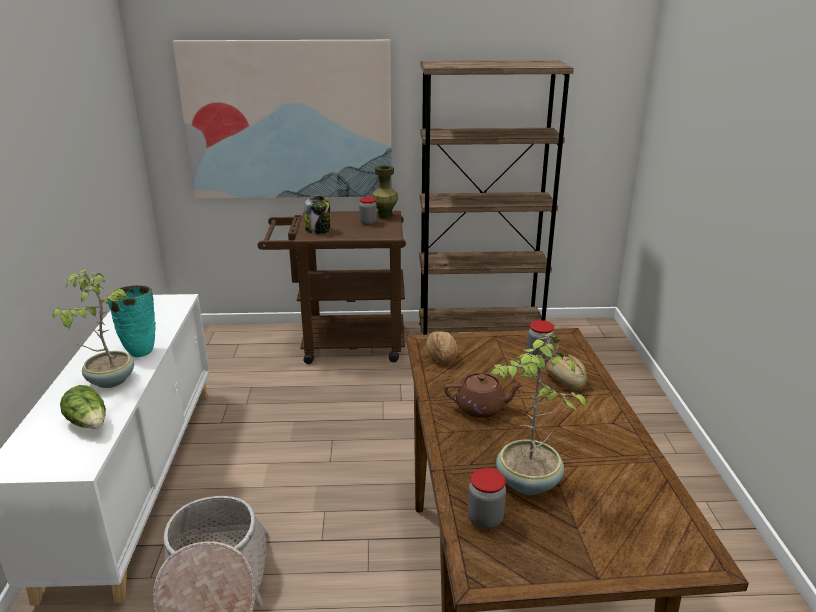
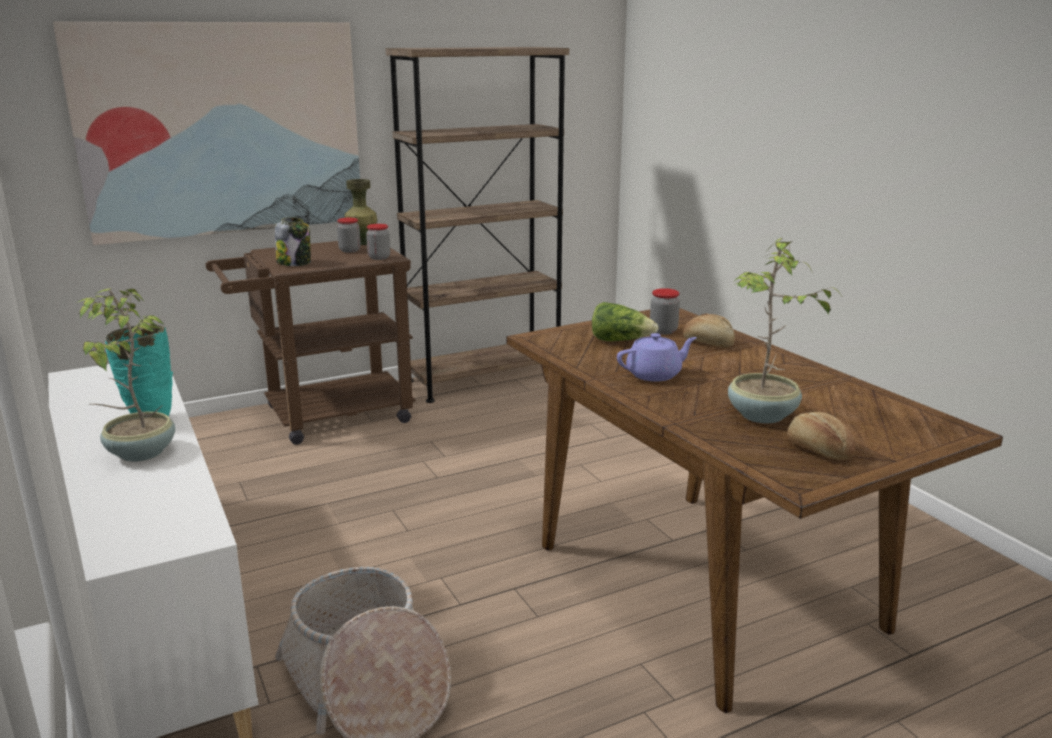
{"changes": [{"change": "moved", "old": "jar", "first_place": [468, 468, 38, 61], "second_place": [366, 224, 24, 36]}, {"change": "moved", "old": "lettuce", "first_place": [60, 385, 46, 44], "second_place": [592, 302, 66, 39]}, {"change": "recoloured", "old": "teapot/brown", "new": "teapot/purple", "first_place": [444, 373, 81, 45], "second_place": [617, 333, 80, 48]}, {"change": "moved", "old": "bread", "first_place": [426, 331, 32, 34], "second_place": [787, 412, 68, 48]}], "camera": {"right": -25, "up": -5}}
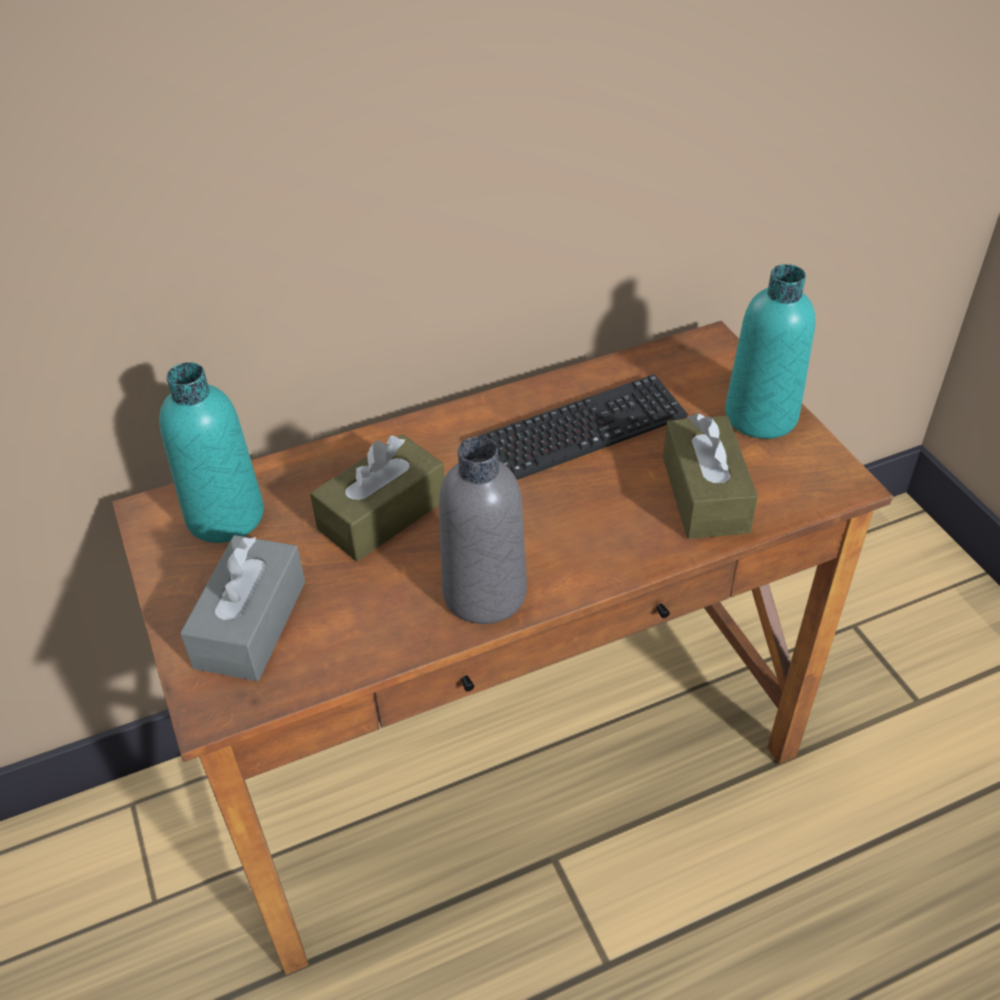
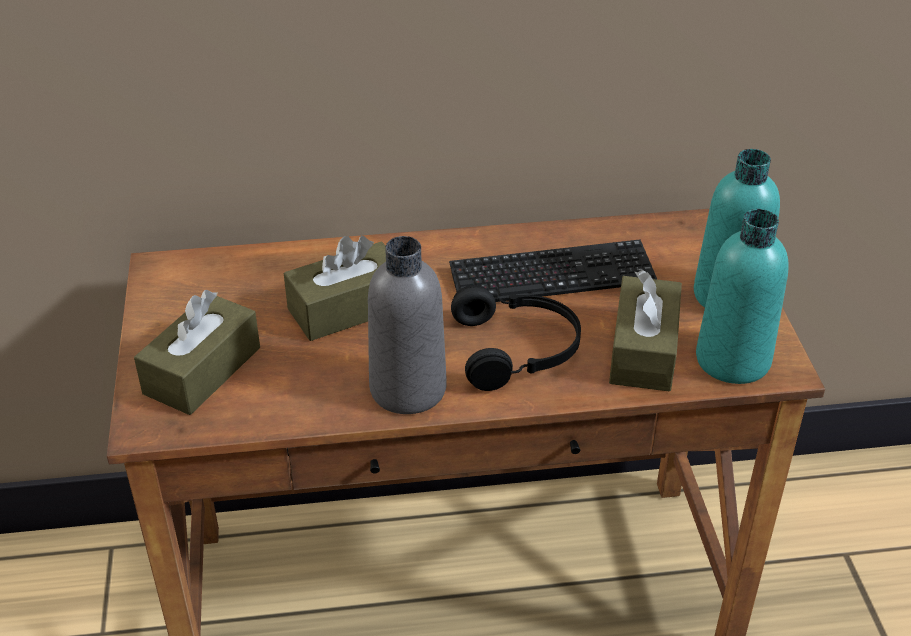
{"changes": [{"change": "recoloured", "old": "tissue box/grey", "new": "tissue box/brown", "first_place": [180, 535, 125, 146], "second_place": [134, 290, 126, 125]}, {"change": "added", "new": "headphones/black", "second_place": [451, 285, 130, 106]}, {"change": "moved", "old": "bottle/turquoise", "first_place": [159, 362, 105, 181], "second_place": [696, 209, 93, 175]}], "camera": {"right": 15, "up": -5}}
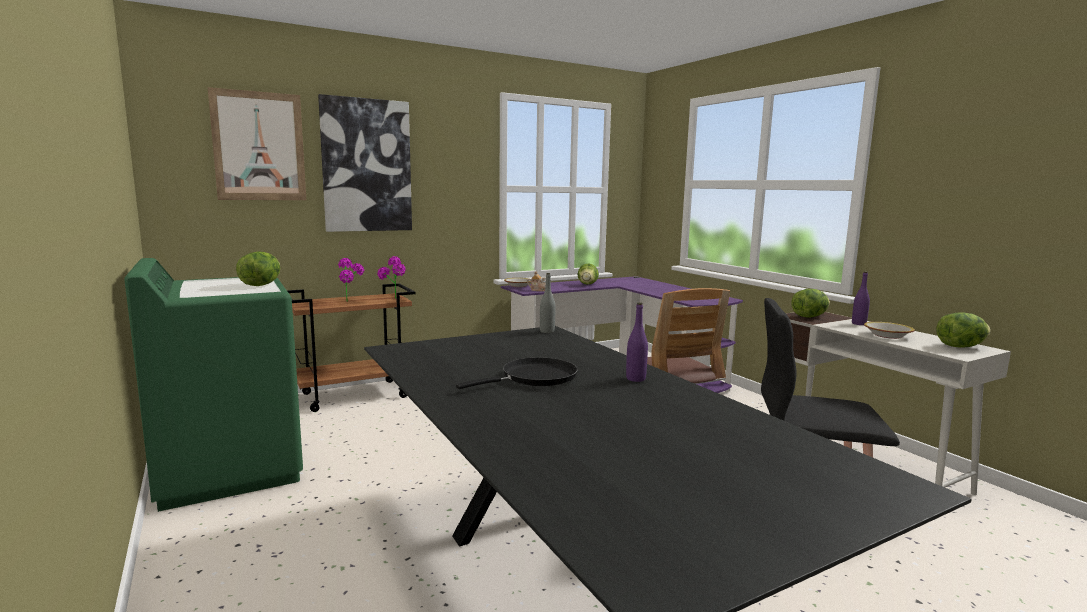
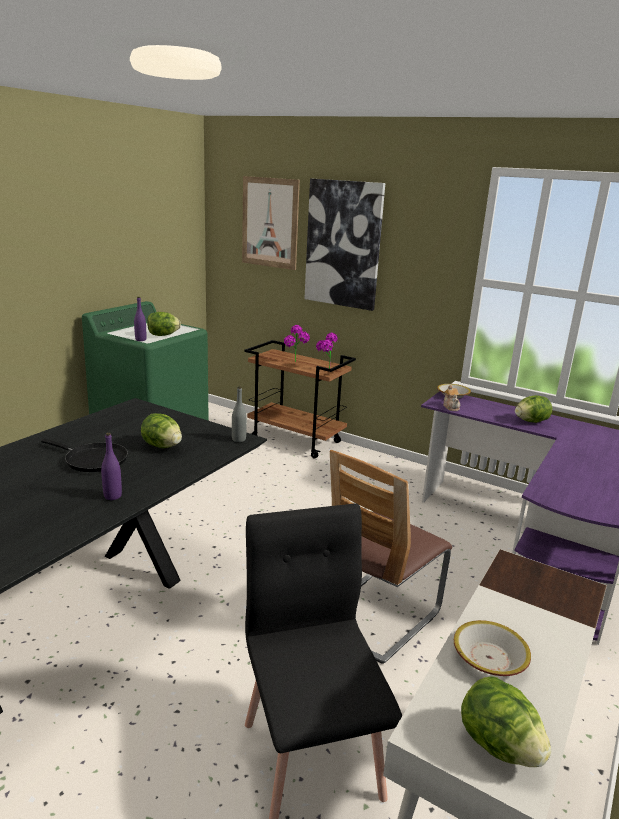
{"changes": [{"change": "moved", "old": "bottle/purple", "first_place": [852, 271, 18, 54], "second_place": [134, 297, 12, 44]}, {"change": "moved", "old": "lettuce", "first_place": [791, 289, 39, 28], "second_place": [141, 413, 41, 35]}], "camera": {"right": 60, "up": 10}}
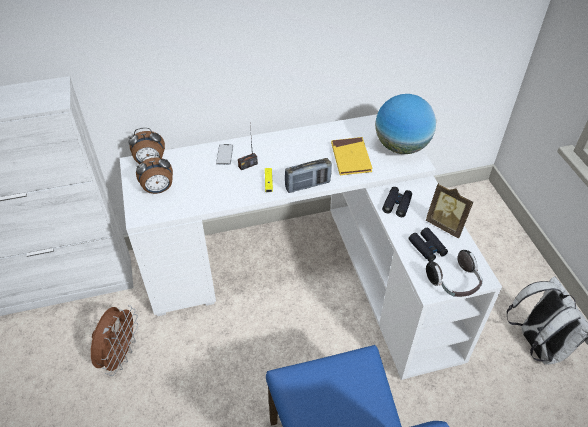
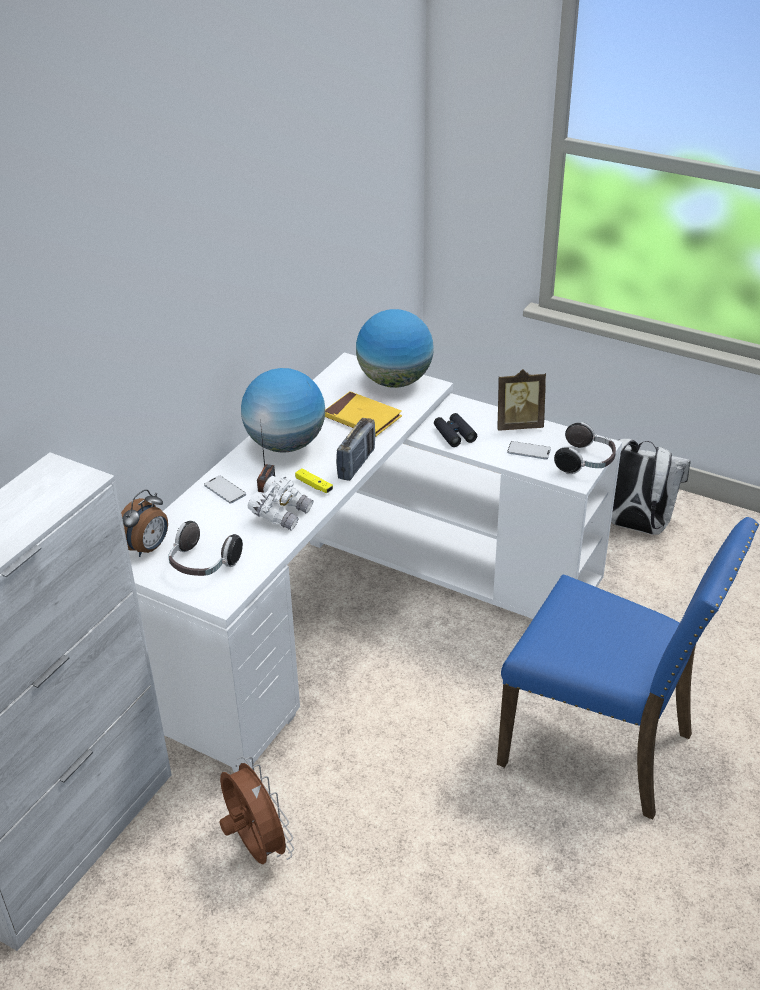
{"changes": [{"change": "replaced", "old": "alarm clock", "new": "headphones", "first_place": [136, 155, 37, 39], "second_place": [168, 521, 75, 55]}, {"change": "added", "new": "globe", "second_place": [241, 368, 84, 85]}, {"change": "added", "new": "binoculars/white", "second_place": [247, 475, 66, 55]}, {"change": "replaced", "old": "binoculars/black", "new": "phone", "first_place": [408, 227, 40, 35], "second_place": [507, 441, 44, 18]}], "camera": {"right": -45, "up": -10}}
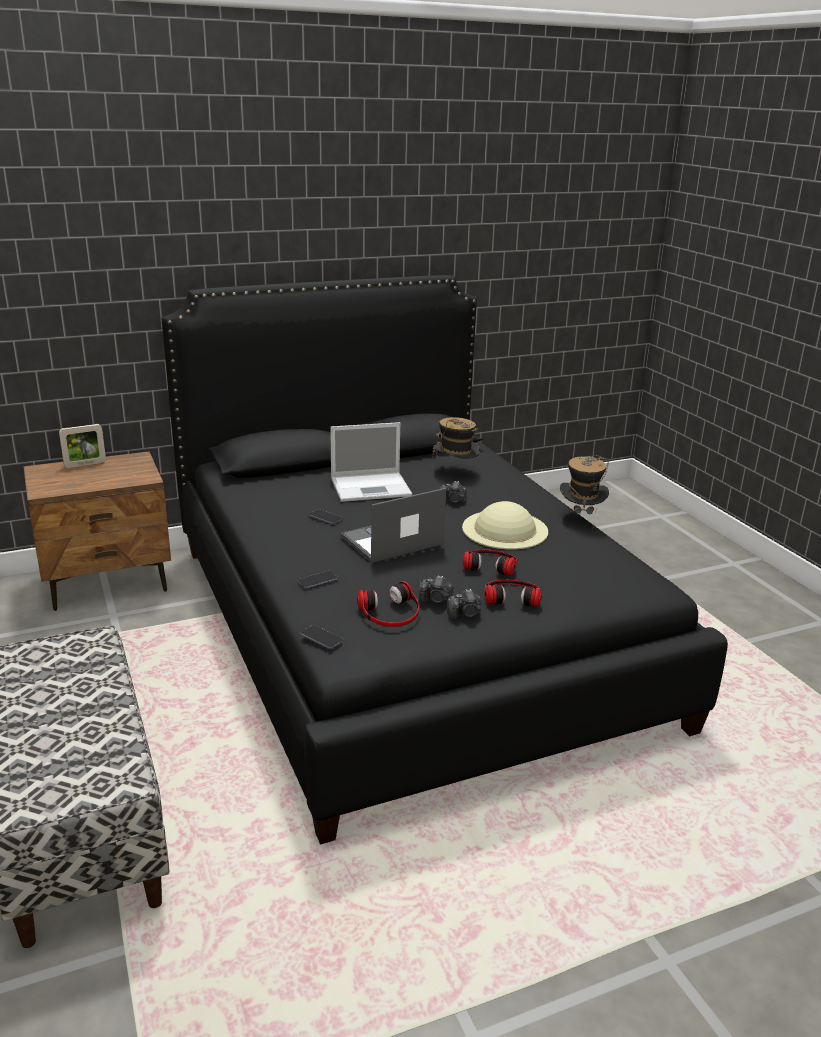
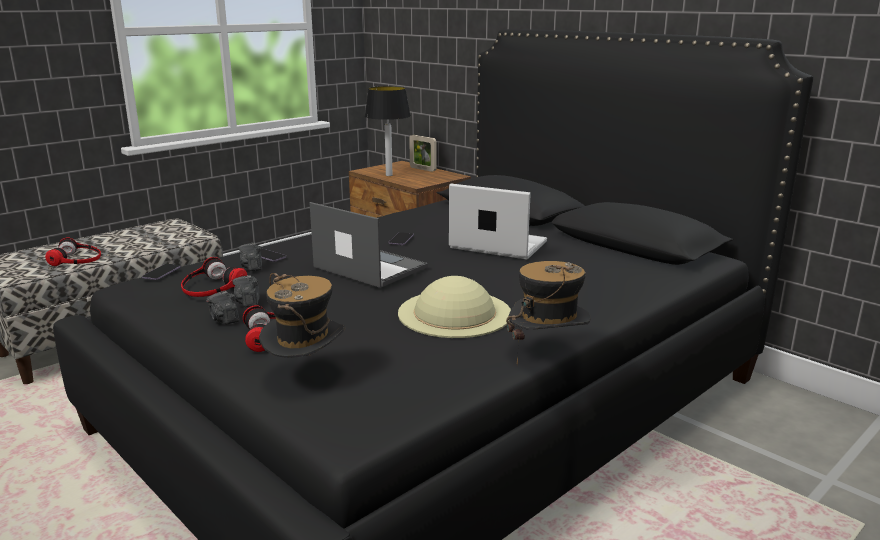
{"changes": [{"change": "moved", "old": "headphones", "first_place": [463, 550, 54, 26], "second_place": [45, 237, 56, 29]}, {"change": "moved", "old": "photo camera", "first_place": [440, 481, 27, 22], "second_place": [239, 243, 23, 28]}, {"change": "moved", "old": "hat", "first_place": [433, 417, 46, 42], "second_place": [259, 273, 86, 85]}, {"change": "added", "new": "table lamp", "second_place": [365, 86, 46, 90]}, {"change": "turned", "old": "laptop", "first_place": [330, 422, 82, 80], "second_place": [449, 184, 98, 76], "degrees": 150}], "camera": {"right": 70, "up": -5}}
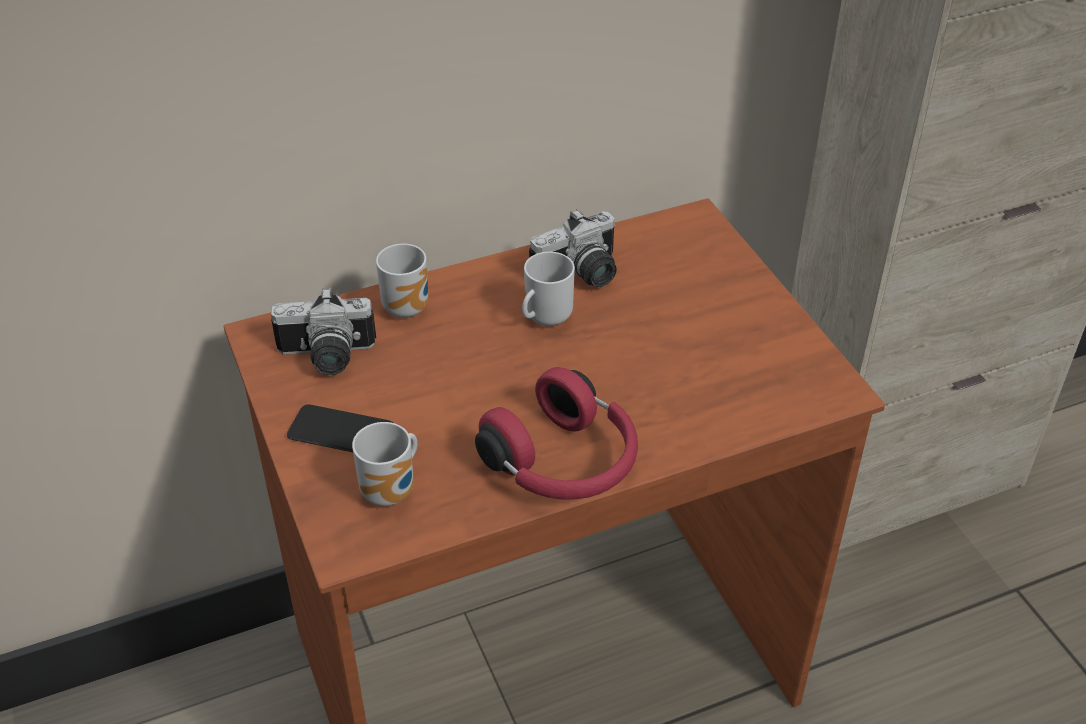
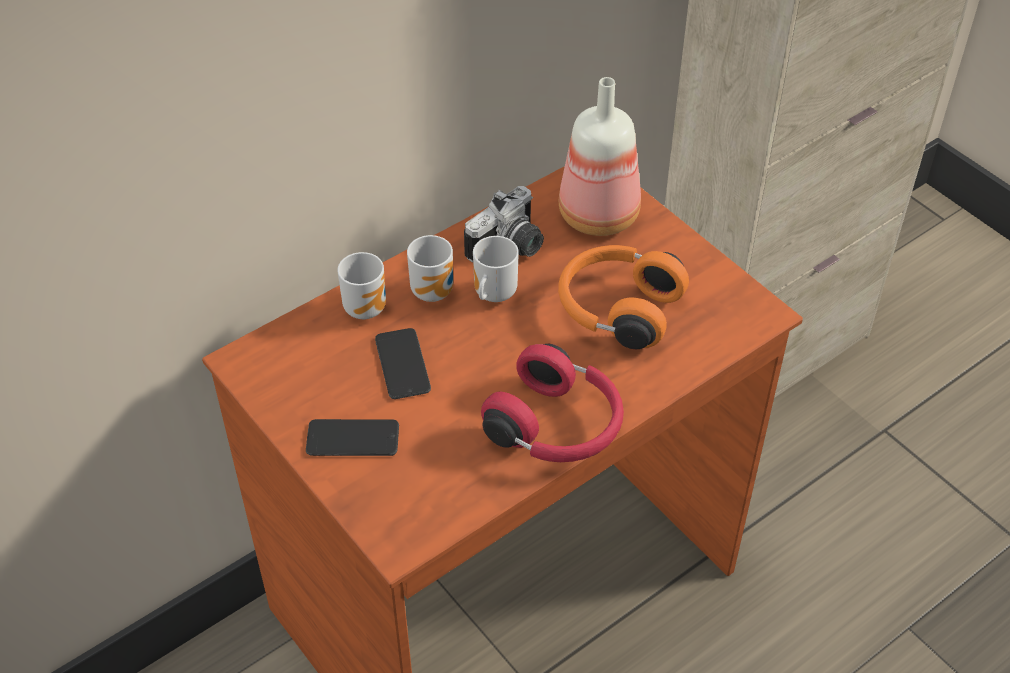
{"changes": [{"change": "added", "new": "phone", "second_place": [375, 328, 56, 71]}, {"change": "moved", "old": "mug", "first_place": [352, 422, 66, 84], "second_place": [407, 235, 46, 67]}, {"change": "added", "new": "headphones/orange", "second_place": [558, 245, 131, 104]}, {"change": "added", "new": "bottle", "second_place": [559, 77, 82, 159]}, {"change": "removed", "old": "photo camera", "first_place": [271, 288, 105, 87]}], "camera": {"right": -15, "up": 5}}
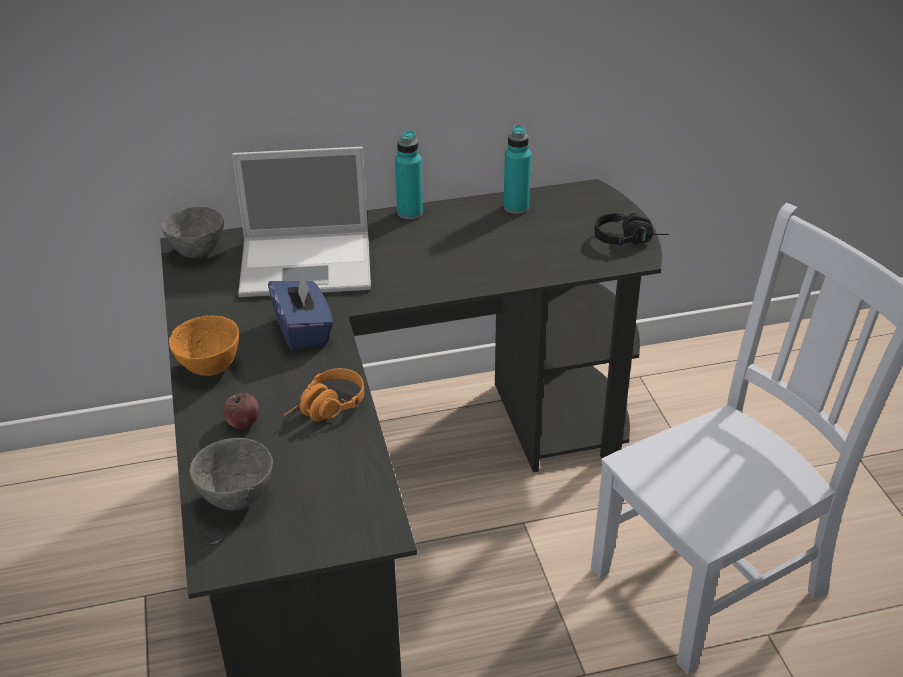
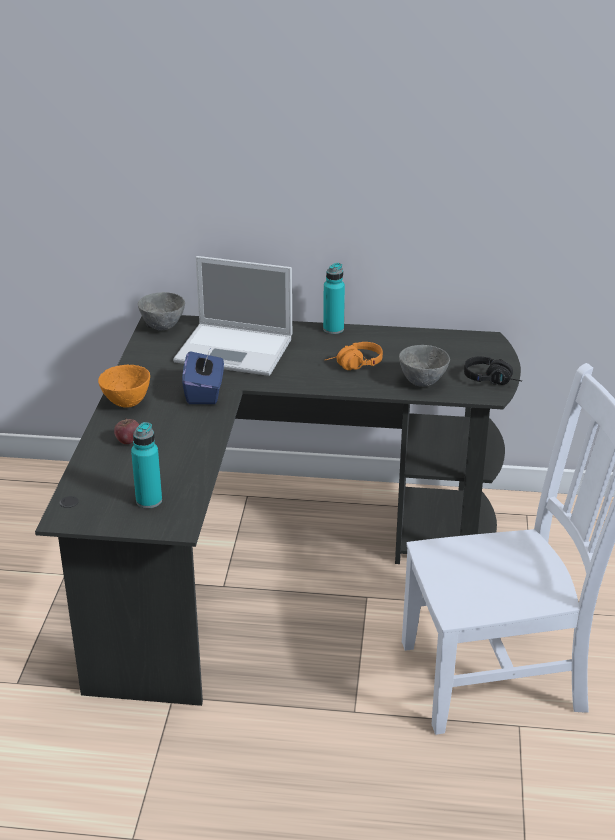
{"changes": [{"change": "moved", "old": "bottle/turquoise", "first_place": [504, 125, 27, 89], "second_place": [131, 422, 31, 86]}, {"change": "moved", "old": "headphones/orange", "first_place": [283, 368, 81, 54], "second_place": [325, 342, 58, 28]}, {"change": "moved", "old": "bowl/grey", "first_place": [190, 438, 83, 73], "second_place": [399, 345, 51, 42]}], "camera": {"right": 20, "up": -5}}
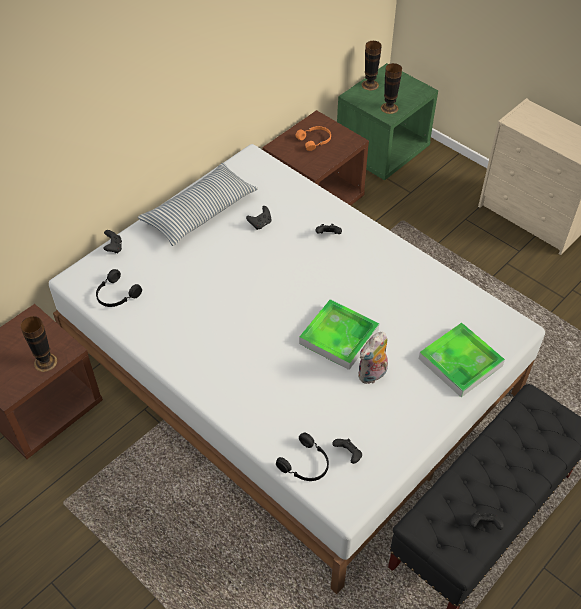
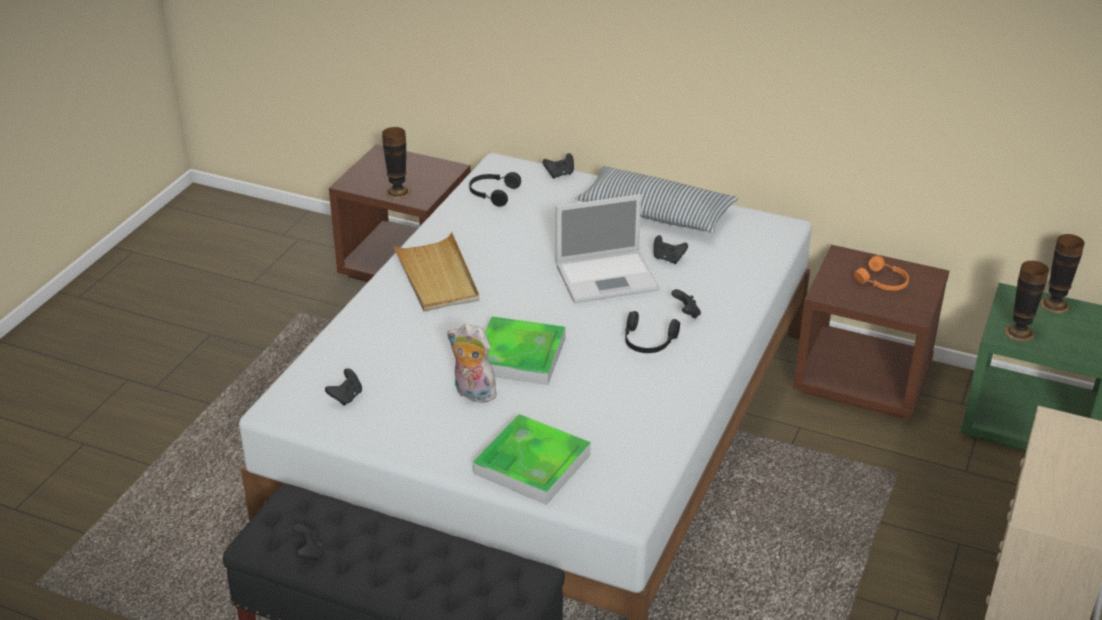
{"changes": [{"change": "added", "new": "tray/beige", "second_place": [391, 232, 88, 79]}, {"change": "added", "new": "laptop", "second_place": [556, 194, 104, 109]}, {"change": "moved", "old": "headphones/black", "first_place": [276, 432, 53, 49], "second_place": [625, 311, 55, 42]}], "camera": {"right": 70, "up": -15}}
